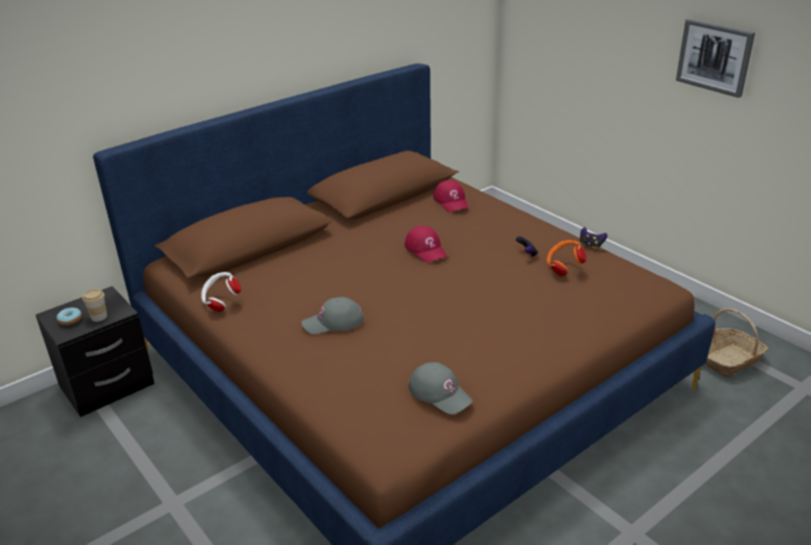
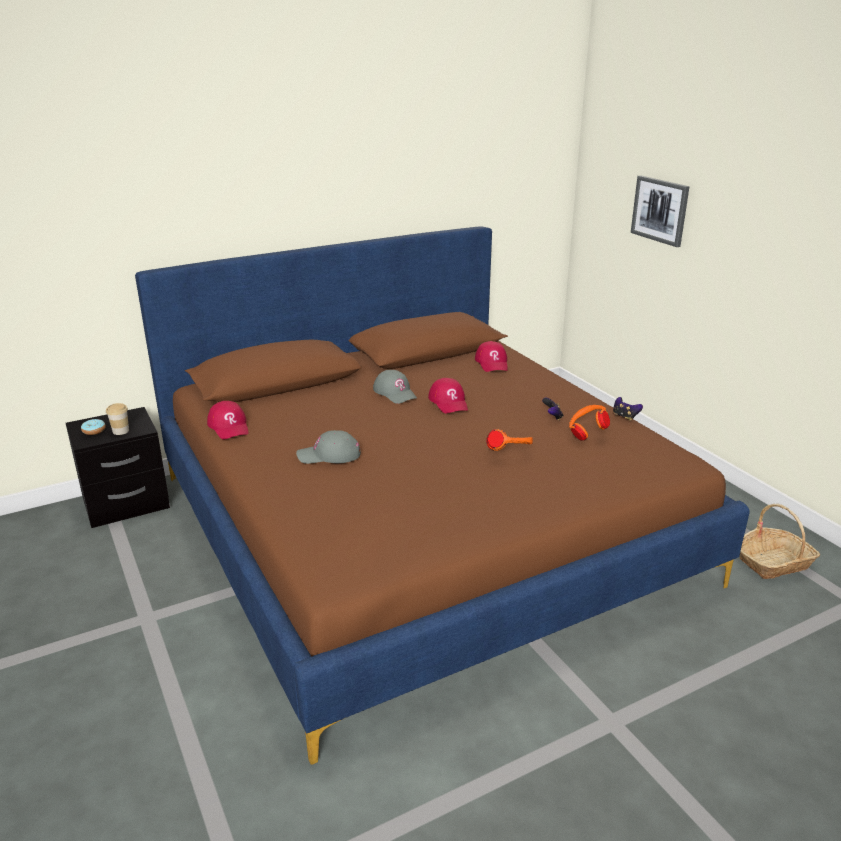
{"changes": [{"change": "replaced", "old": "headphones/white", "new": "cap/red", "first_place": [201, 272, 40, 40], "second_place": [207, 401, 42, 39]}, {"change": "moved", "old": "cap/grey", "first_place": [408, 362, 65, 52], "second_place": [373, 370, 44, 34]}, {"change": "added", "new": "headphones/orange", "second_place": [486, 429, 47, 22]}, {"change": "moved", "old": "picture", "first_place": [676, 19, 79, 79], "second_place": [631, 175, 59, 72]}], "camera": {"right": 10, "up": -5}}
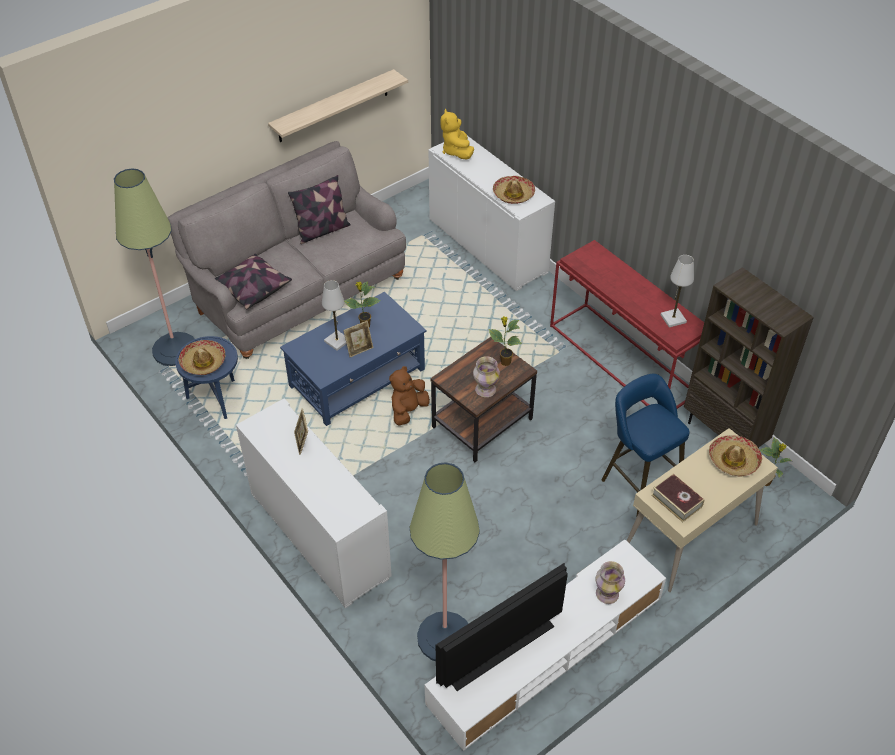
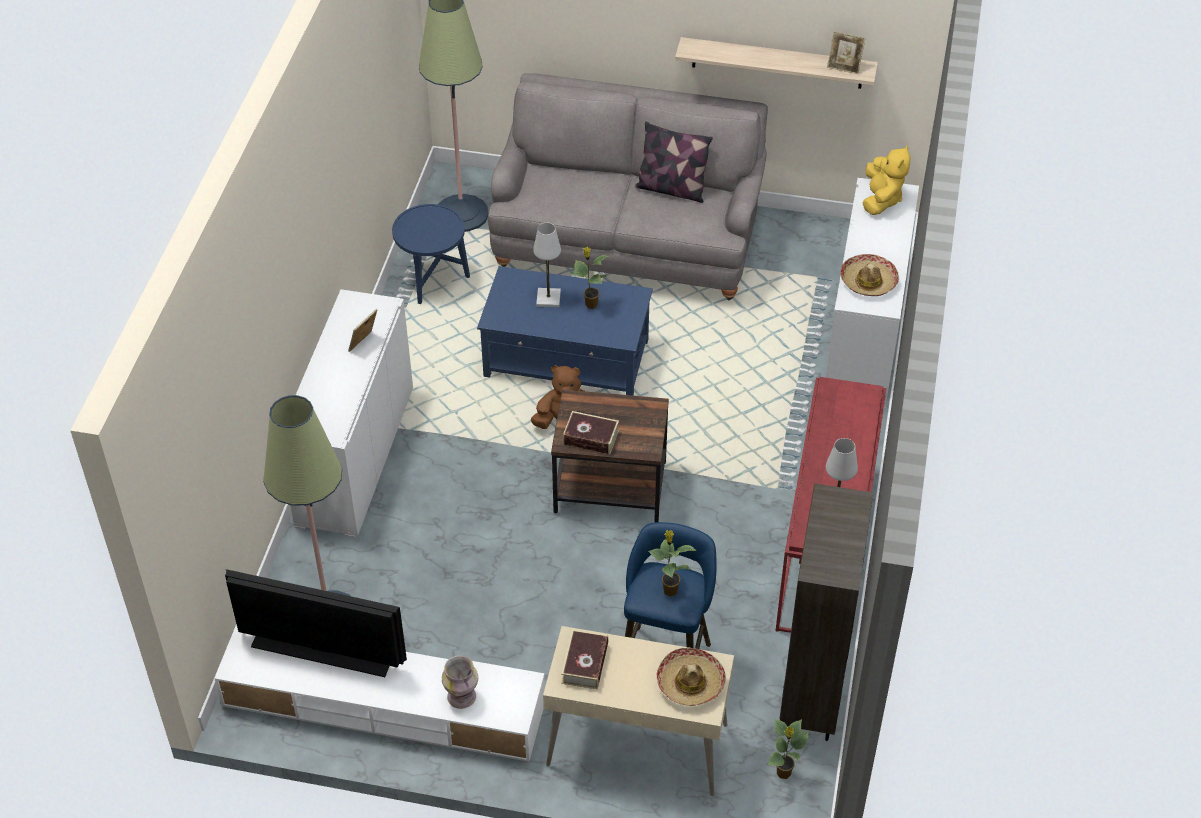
{"changes": [{"change": "replaced", "old": "vase", "new": "book", "first_place": [473, 356, 27, 41], "second_place": [563, 411, 56, 43]}, {"change": "moved", "old": "potted plant", "first_place": [489, 316, 33, 50], "second_place": [648, 530, 49, 66]}, {"change": "moved", "old": "picture frame", "first_place": [343, 321, 30, 36], "second_place": [827, 31, 38, 43]}, {"change": "turned", "old": "plush toy/yellow", "first_place": [441, 109, 33, 51], "second_place": [863, 146, 47, 69], "degrees": 150}, {"change": "removed", "old": "hat", "first_place": [178, 340, 47, 35]}, {"change": "removed", "old": "pillow", "first_place": [215, 253, 77, 56]}], "camera": {"right": 50, "up": 0}}
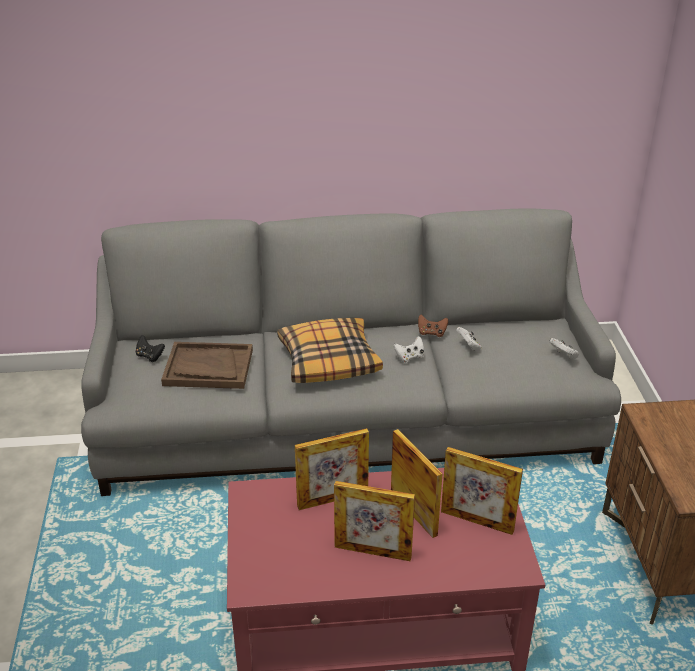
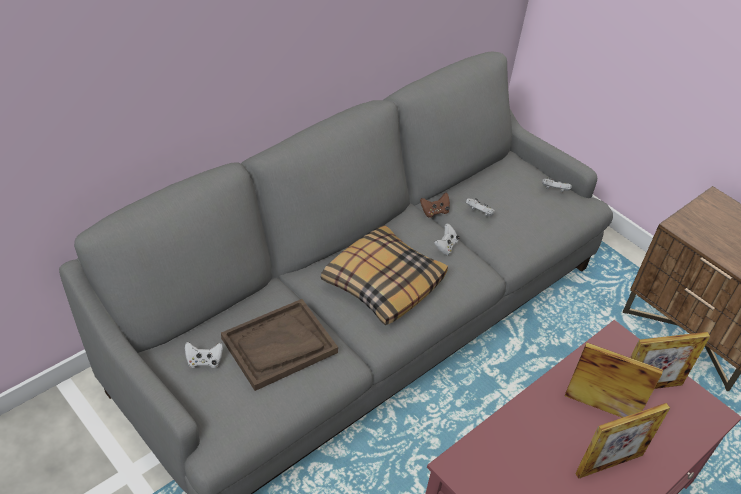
{"changes": [{"change": "recoloured", "old": "game controller/black", "new": "game controller/white", "first_place": [136, 335, 29, 27], "second_place": [185, 342, 38, 26]}, {"change": "removed", "old": "picture frame", "first_place": [295, 428, 74, 82]}], "camera": {"right": -40, "up": 10}}
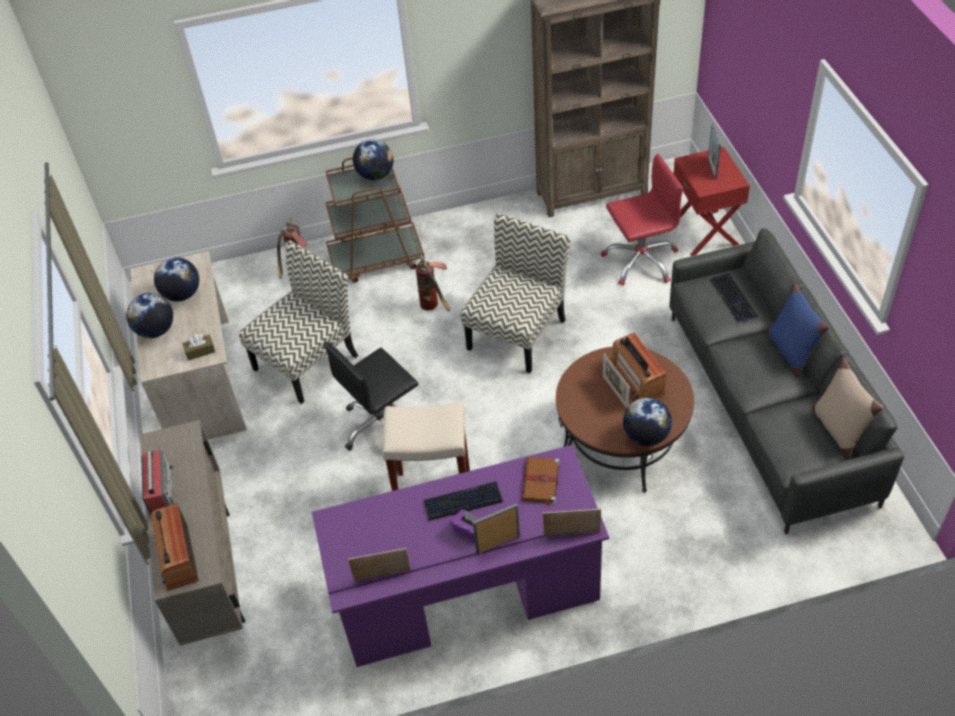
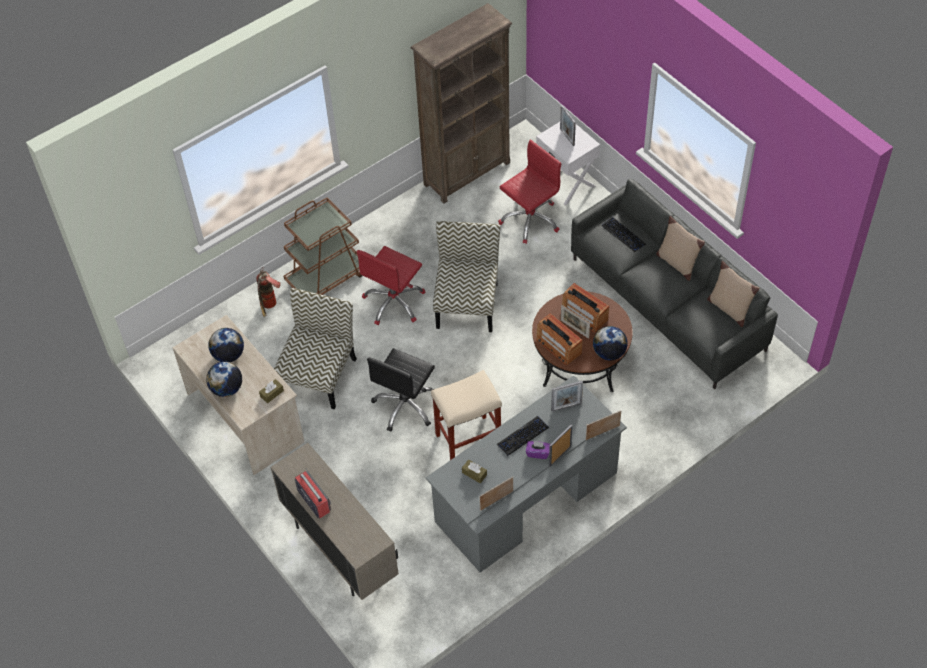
{"changes": [{"change": "replaced", "old": "fire extinguisher", "new": "office chair/red", "first_place": [416, 254, 34, 57], "second_place": [357, 246, 69, 79]}, {"change": "recoloured", "old": "desk/purple", "new": "desk/grey", "first_place": [312, 445, 297, 222], "second_place": [426, 375, 201, 198]}, {"change": "added", "new": "tissue box/brown", "second_place": [462, 459, 25, 25]}, {"change": "recoloured", "old": "nightstand/red", "new": "nightstand/white", "first_place": [673, 147, 77, 109], "second_place": [536, 122, 64, 83]}, {"change": "moved", "old": "radio", "first_place": [151, 503, 48, 88], "second_place": [536, 313, 46, 52]}, {"change": "replaced", "old": "book/brown", "new": "picture frame", "first_place": [522, 457, 38, 50], "second_place": [551, 381, 32, 30]}, {"change": "recoloured", "old": "pillow/blue", "new": "pillow/beige", "first_place": [767, 282, 62, 96], "second_place": [656, 216, 49, 65]}, {"change": "removed", "old": "globe", "first_place": [353, 139, 41, 41]}], "camera": {"right": -25, "up": 5}}
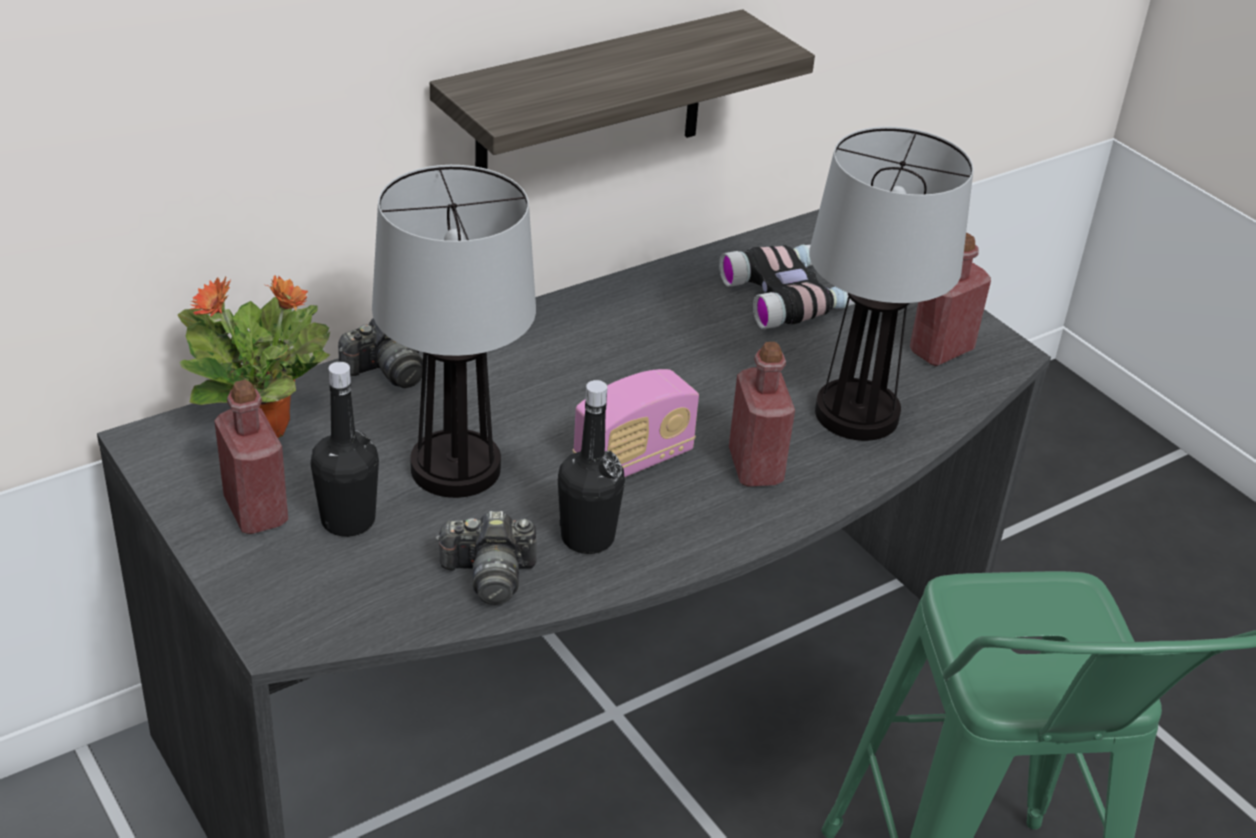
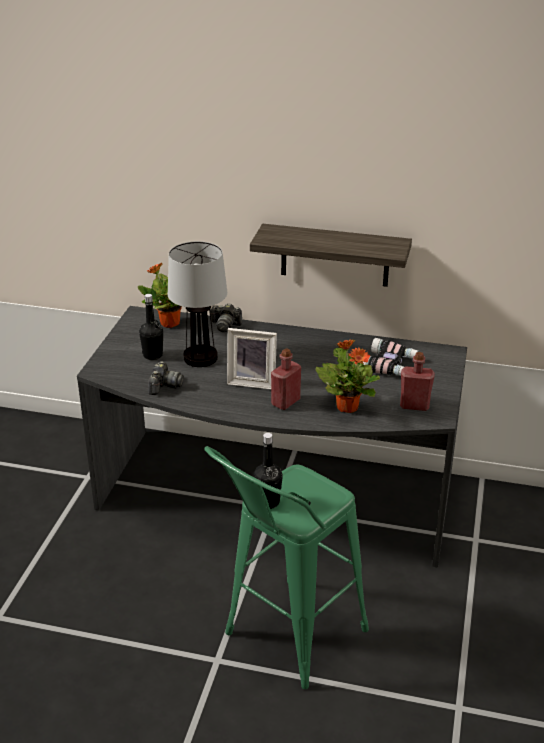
{"changes": [{"change": "turned", "old": "photo camera", "first_place": [436, 511, 101, 94], "second_place": [148, 361, 36, 34], "degrees": -120}, {"change": "replaced", "old": "radio", "new": "picture frame", "first_place": [572, 369, 127, 108], "second_place": [227, 328, 50, 62]}, {"change": "moved", "old": "bottle/black", "first_place": [558, 380, 67, 174], "second_place": [253, 433, 30, 76]}, {"change": "replaced", "old": "table lamp", "new": "potted plant", "first_place": [809, 127, 165, 314], "second_place": [315, 339, 65, 74]}, {"change": "removed", "old": "bottle/red", "first_place": [214, 380, 74, 154]}], "camera": {"right": 50, "up": -5}}
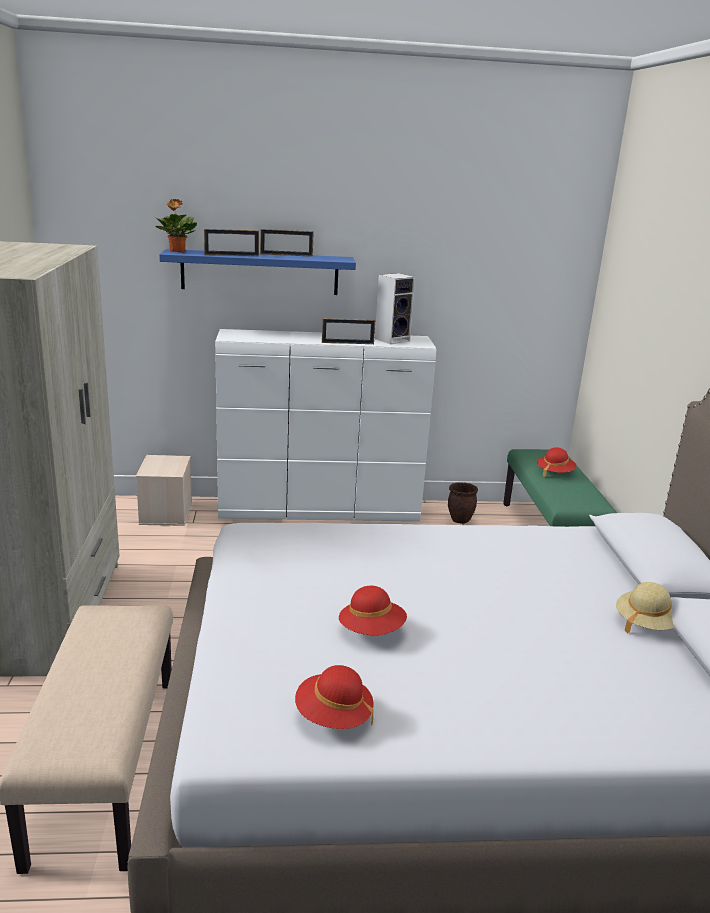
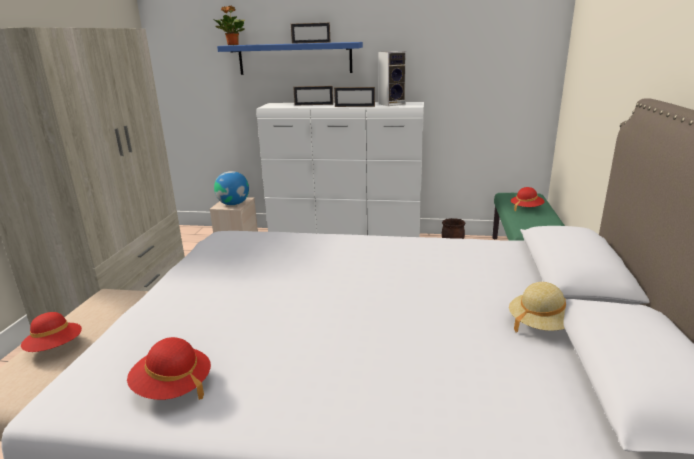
{"changes": [{"change": "moved", "old": "hat/red", "first_place": [339, 586, 68, 49], "second_place": [21, 312, 61, 40]}, {"change": "added", "new": "globe", "second_place": [214, 171, 35, 34]}, {"change": "moved", "old": "picture frame", "first_place": [204, 229, 55, 27], "second_place": [293, 86, 40, 20]}], "camera": {"right": 15, "up": 0}}
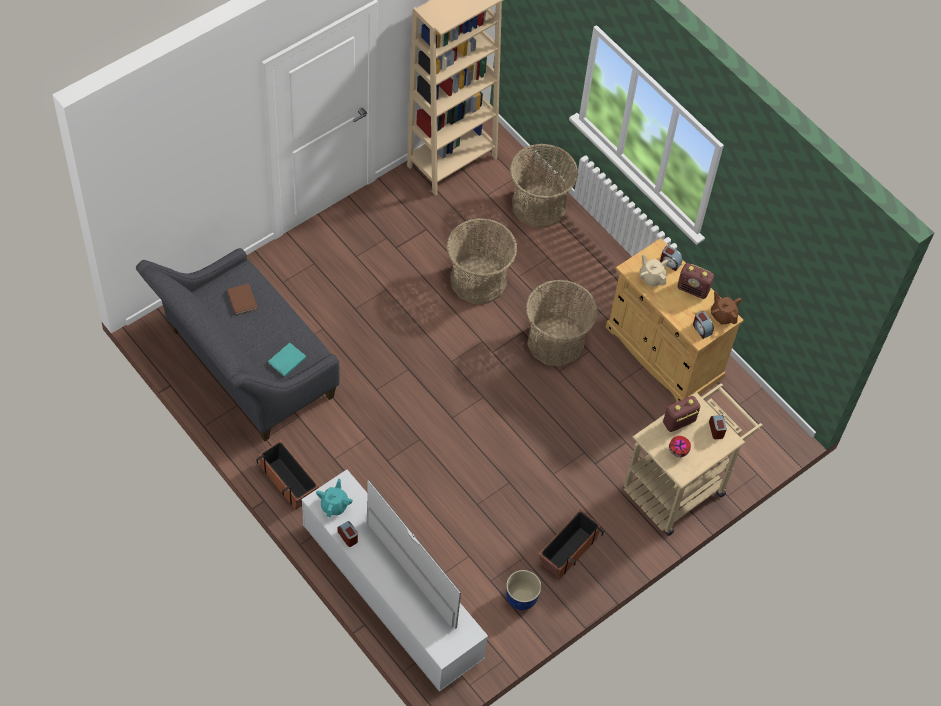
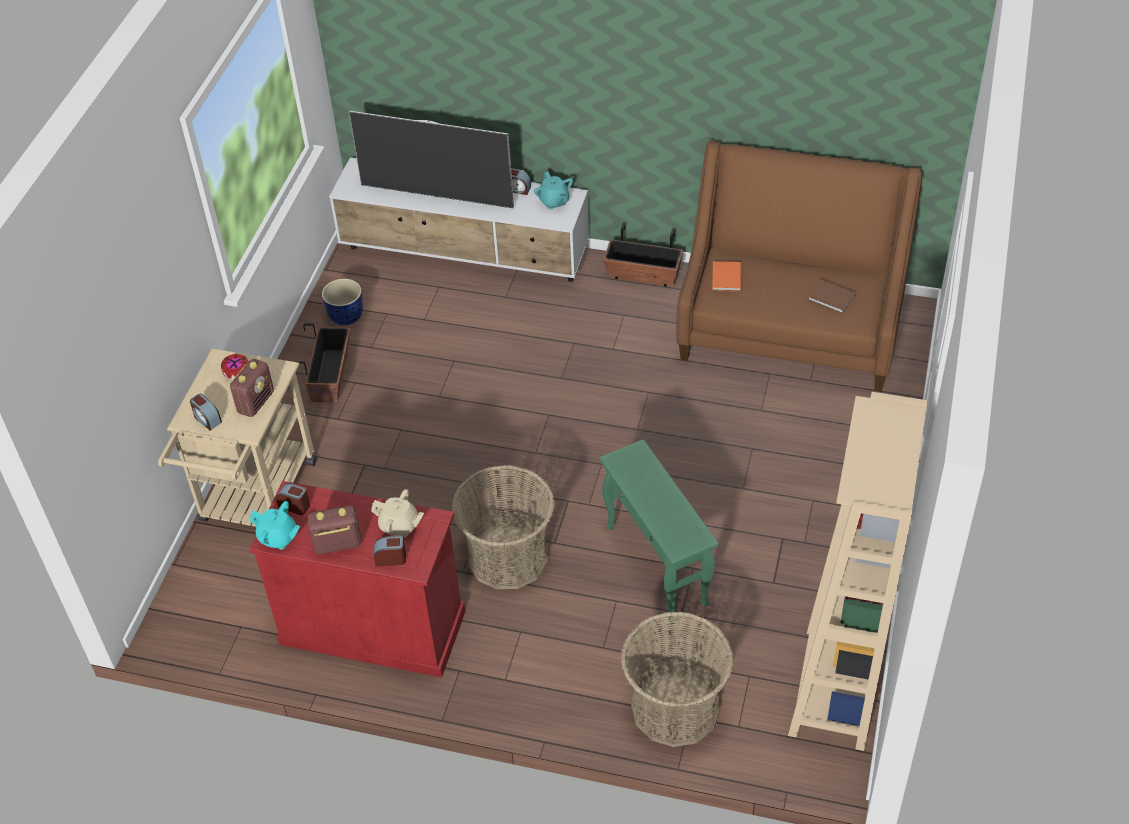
{"changes": [{"change": "recoloured", "old": "cabinet/beige", "new": "cabinet/red", "first_place": [606, 238, 138, 163], "second_place": [249, 481, 216, 197]}, {"change": "recoloured", "old": "teapot/brown", "new": "teapot/turquoise", "first_place": [711, 291, 30, 34], "second_place": [250, 501, 50, 49]}, {"change": "replaced", "old": "basket", "new": "side table/green", "first_place": [446, 218, 71, 86], "second_place": [599, 439, 119, 181]}, {"change": "recoloured", "old": "sofa/grey", "new": "sofa/brown", "first_place": [136, 248, 204, 193], "second_place": [676, 140, 246, 252]}, {"change": "recoloured", "old": "book/turquoise", "new": "book/orange", "first_place": [268, 342, 38, 35], "second_place": [712, 261, 29, 30]}], "camera": {"right": 150, "up": -10}}
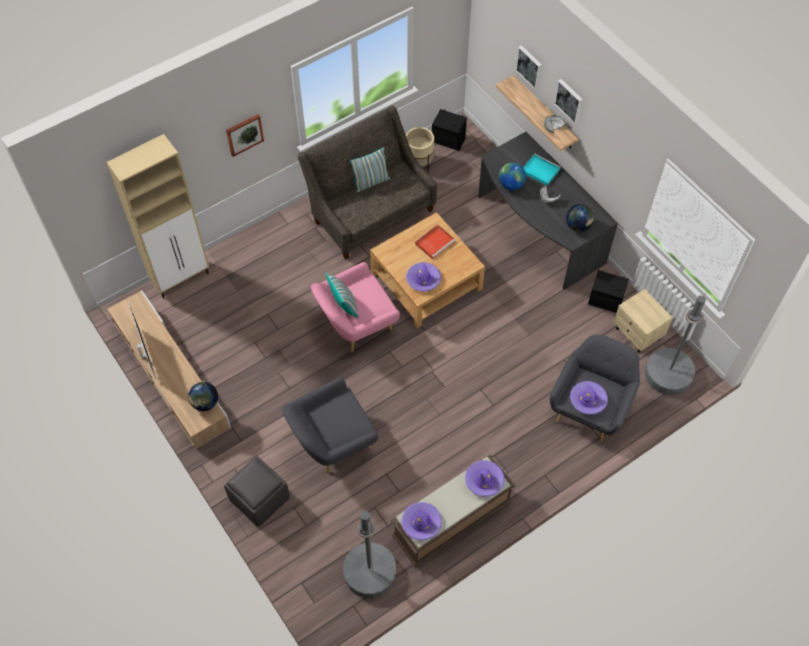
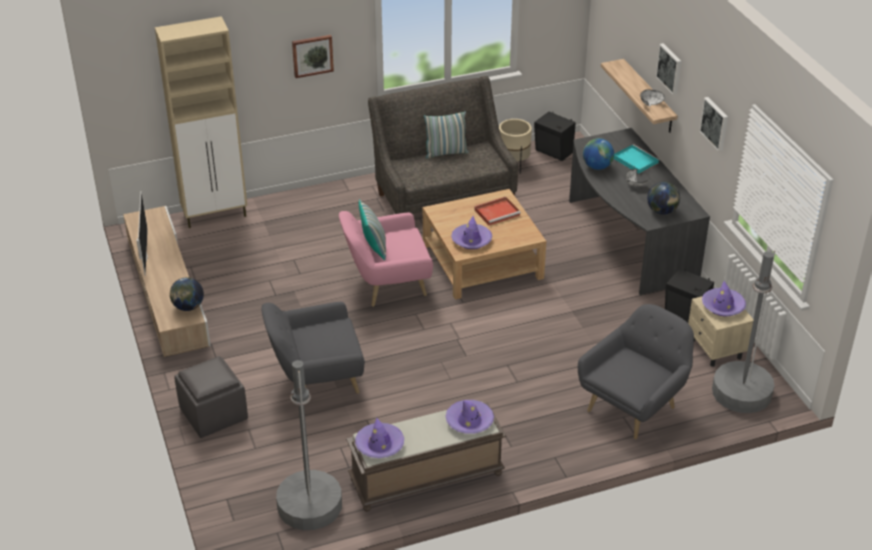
{"changes": [{"change": "moved", "old": "picture", "first_place": [516, 45, 26, 45], "second_place": [699, 97, 29, 54]}, {"change": "moved", "old": "hat/purple", "first_place": [570, 381, 38, 33], "second_place": [702, 281, 44, 36]}], "camera": {"right": 15, "up": -20}}
